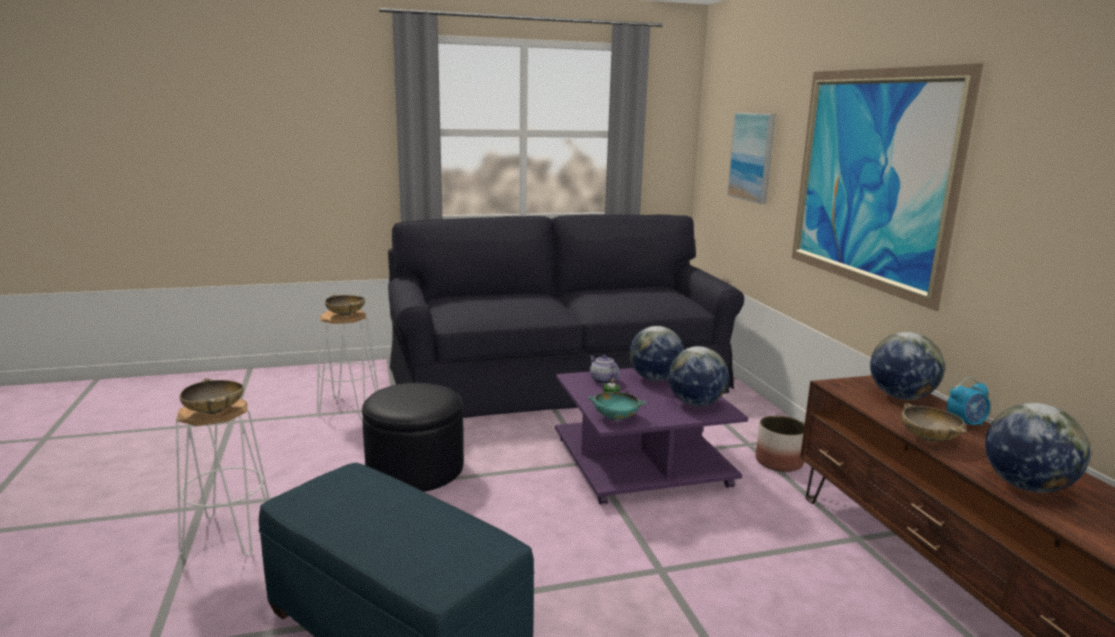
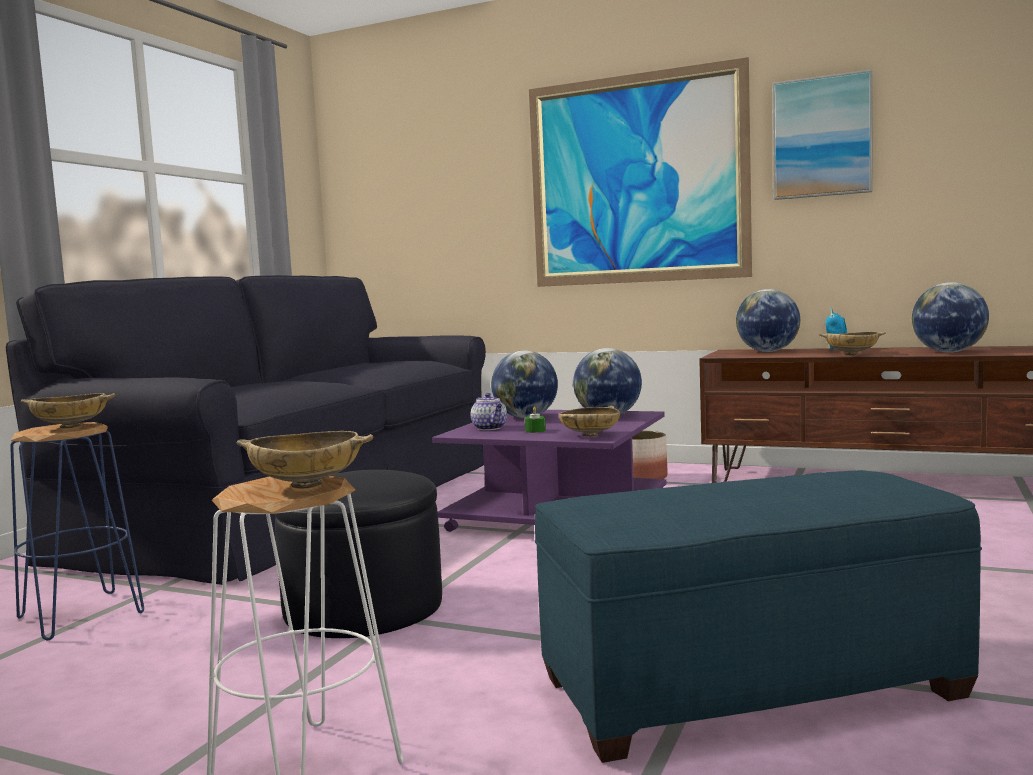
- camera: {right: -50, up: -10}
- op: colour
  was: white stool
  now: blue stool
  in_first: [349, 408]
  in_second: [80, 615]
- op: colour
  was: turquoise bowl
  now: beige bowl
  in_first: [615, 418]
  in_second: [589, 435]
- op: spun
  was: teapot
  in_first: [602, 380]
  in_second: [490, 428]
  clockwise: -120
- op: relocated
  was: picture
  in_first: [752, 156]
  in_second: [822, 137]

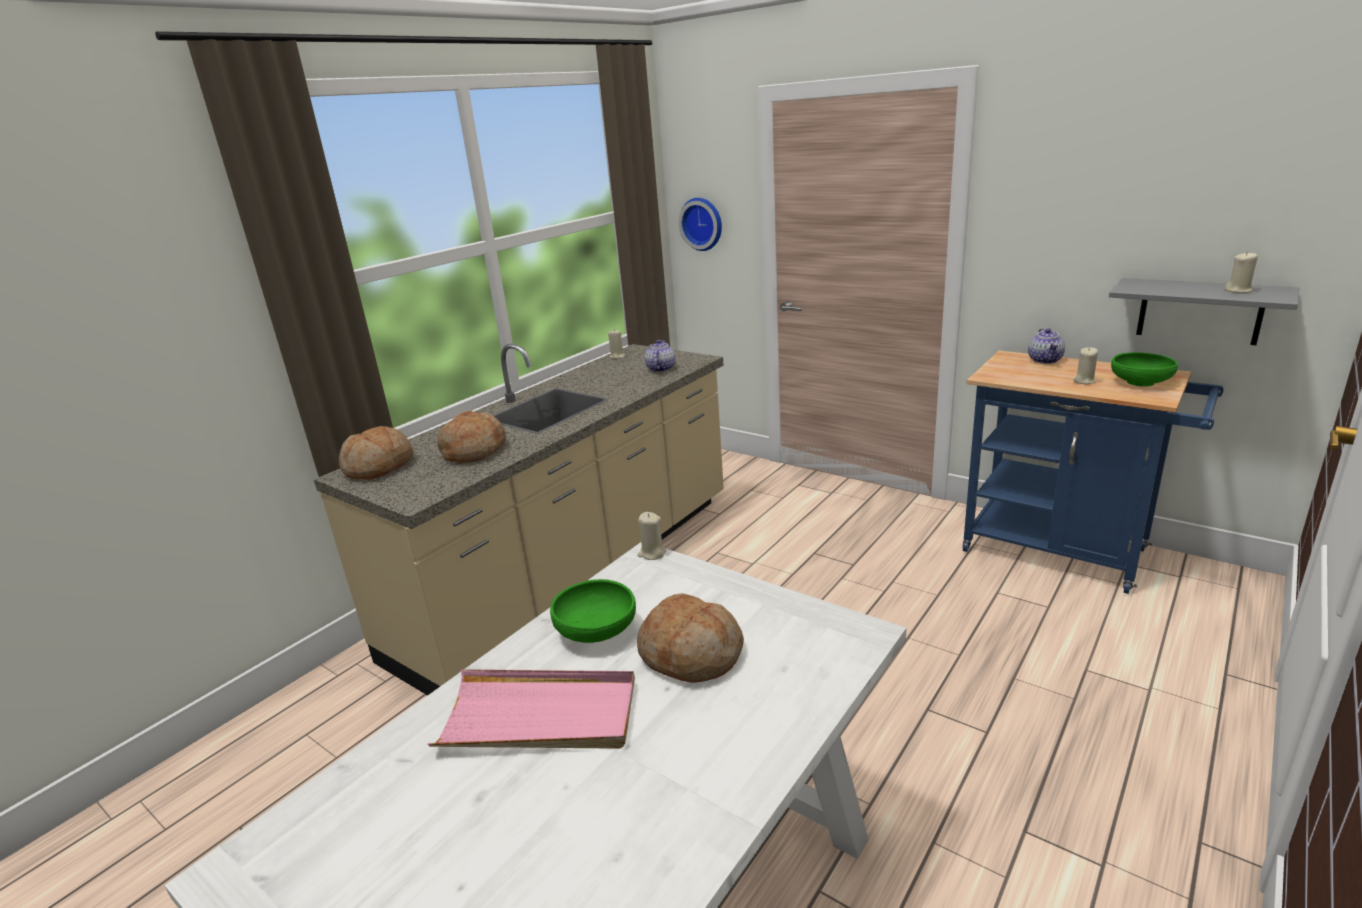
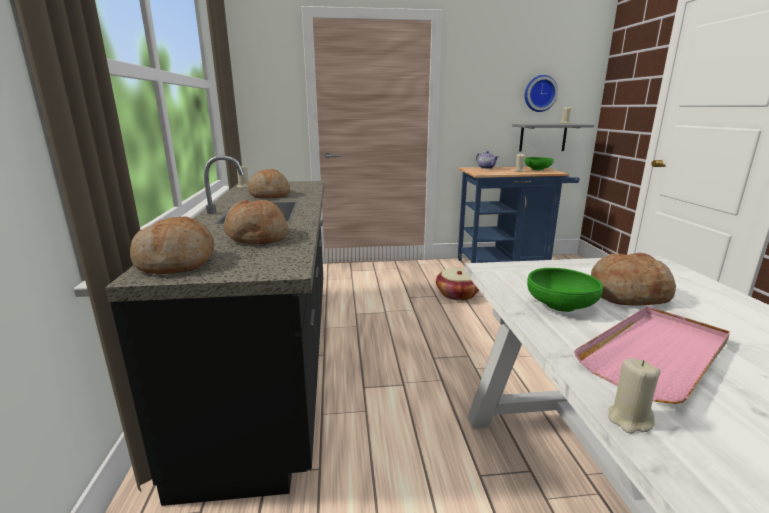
- camera: {right: -45, up: -5}
- op: colour
  was: beige counter
  now: black counter
  in_first: [574, 575]
  in_second: [275, 358]
- op: relocated
  was: beige candle
  in_first: [652, 553]
  in_second: [629, 420]
- op: missing
  was: teapot
  in_first: [660, 369]
- op: relocated
  was: wall clock
  in_first: [702, 223]
  in_second: [539, 93]
- op: appeared
  now: bread
  in_second: [270, 194]
- op: appeared
  now: basket
  in_second: [457, 294]

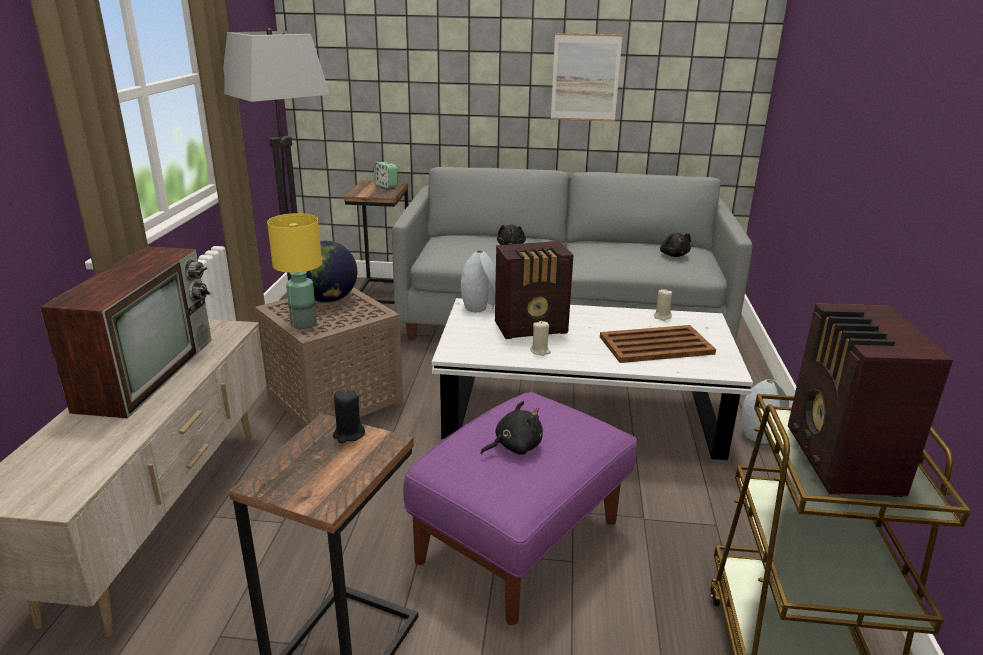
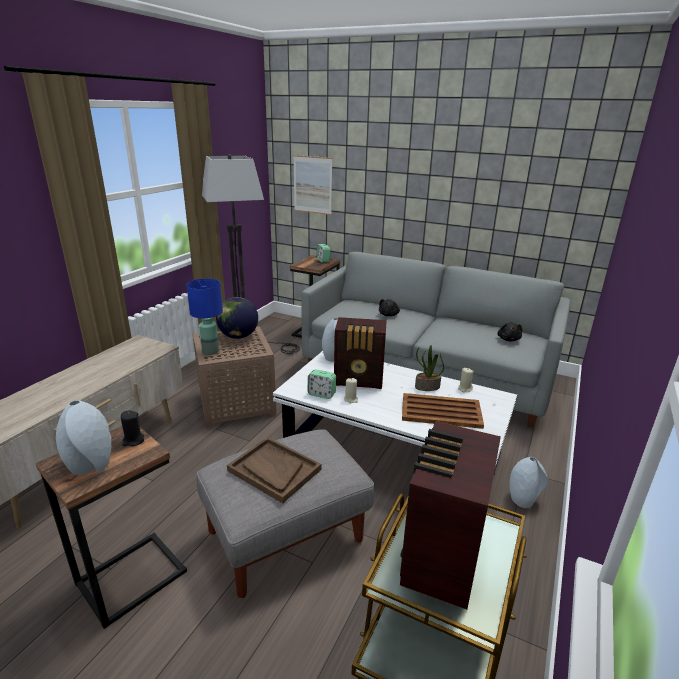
- camera: {right: 20, up: 0}
- op: missing
  was: television
  in_first: [148, 371]
- op: colour
  was: yellow table lamp
  now: blue table lamp
  in_first: [303, 324]
  in_second: [210, 351]
- op: colour
  was: purple ottoman
  now: grey ottoman
  in_first: [519, 543]
  in_second: [285, 537]
- op: exchanged
  was: black plush toy
  now: brown tray
  in_first: [514, 447]
  in_second: [274, 470]
- op: relocated
  was: picture
  in_first: [585, 77]
  in_second: [312, 185]
- op: appeared
  now: grey vase
  in_second: [91, 465]
- op: appeared
  now: alarm clock
  in_second: [321, 394]
- op: appeared
  now: potted plant
  in_second: [427, 387]

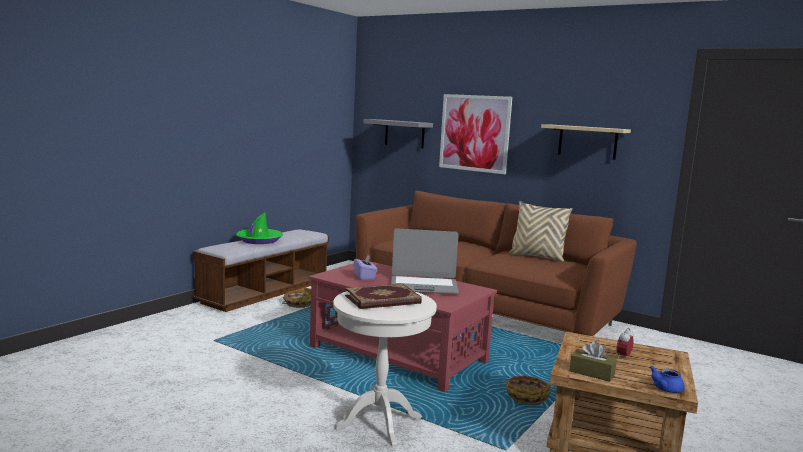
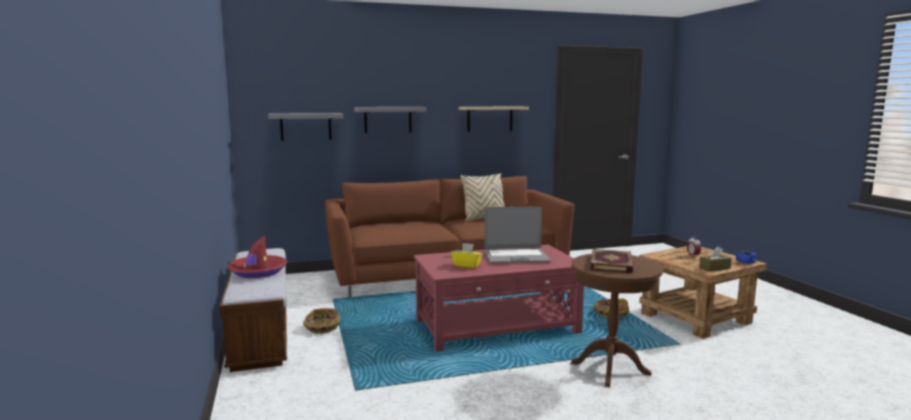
- camera: {right: -50, up: 0}
- op: colour
  was: green hat
  now: red hat
  in_first: [259, 240]
  in_second: [258, 271]
- op: colour
  was: white side table
  now: brown side table
  in_first: [379, 422]
  in_second: [610, 368]
- op: colour
  was: purple tissue box
  now: yellow tissue box
  in_first: [365, 277]
  in_second: [466, 265]
- op: spun
  was: laptop
  in_first: [423, 286]
  in_second: [516, 257]
  clockwise: 45
- op: exchanged
  was: picture
  now: grey shelf
  in_first: [474, 133]
  in_second: [388, 119]

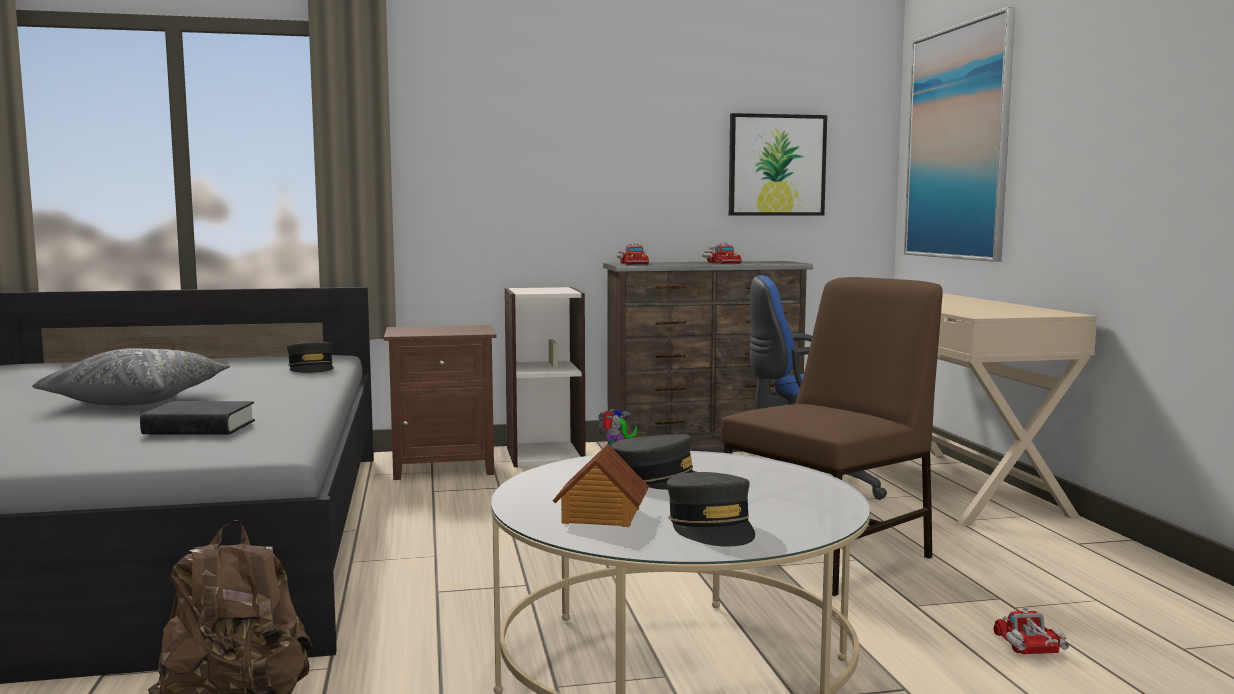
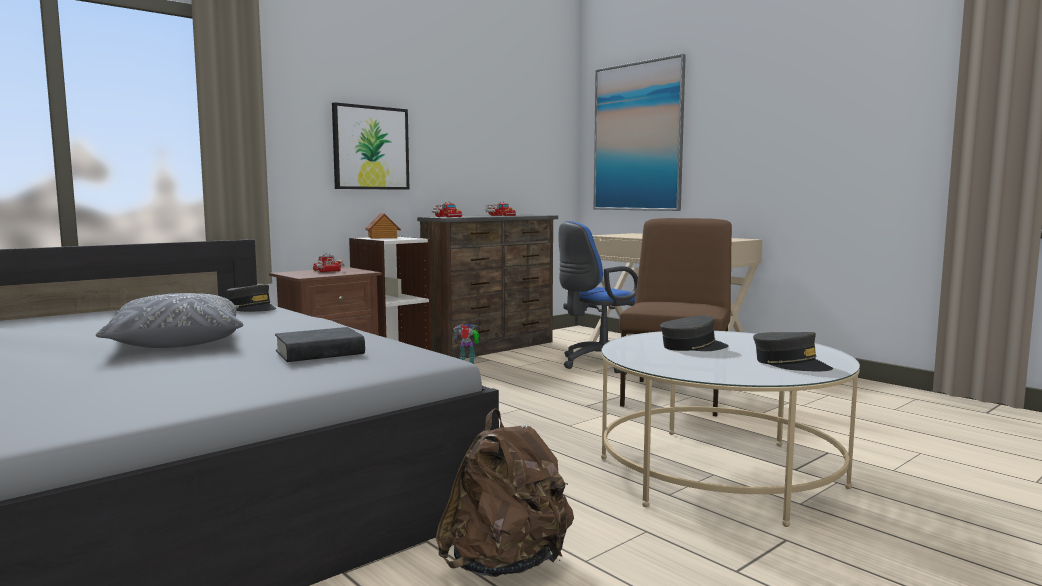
- camera: {right: -30, up: 0}
- op: relocated
  was: toy house
  in_first: [600, 516]
  in_second: [382, 237]
- op: relocated
  was: picture
  in_first: [776, 165]
  in_second: [370, 148]
- op: relocated
  was: toy truck
  in_first: [1031, 648]
  in_second: [329, 271]

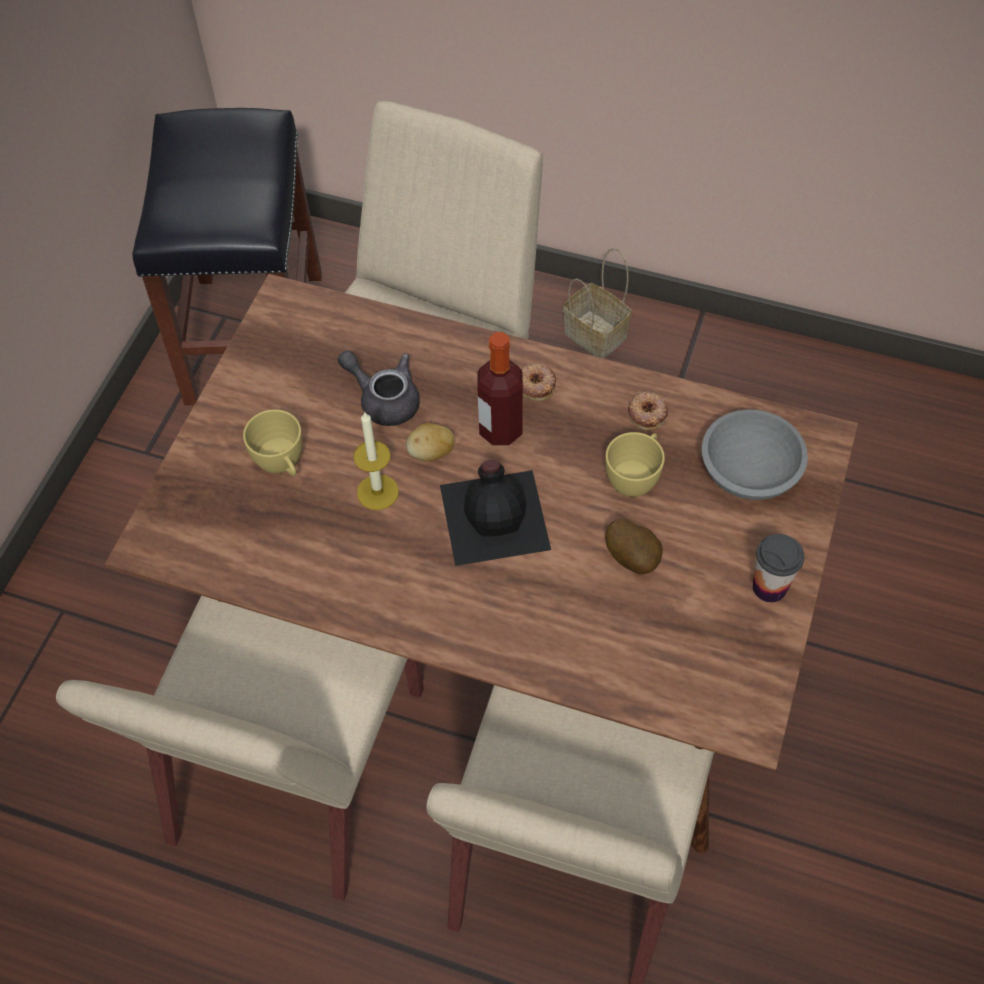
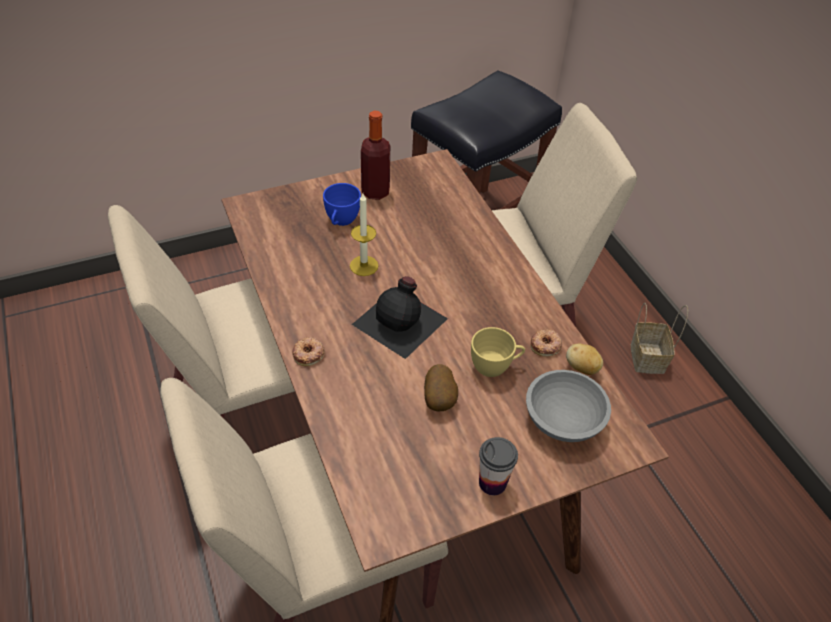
- camera: {right: 45, up: -10}
- op: colour
  was: yellow cup
  now: blue cup
  in_first: [282, 465]
  in_second: [341, 222]
- op: missing
  was: grey teapot
  in_first: [384, 399]
- op: relocated
  was: potato
  in_first: [431, 453]
  in_second: [582, 368]
- op: relocated
  was: bottle
  in_first: [500, 429]
  in_second: [375, 192]
- op: relocated
  was: donut
  in_first: [536, 384]
  in_second: [309, 354]

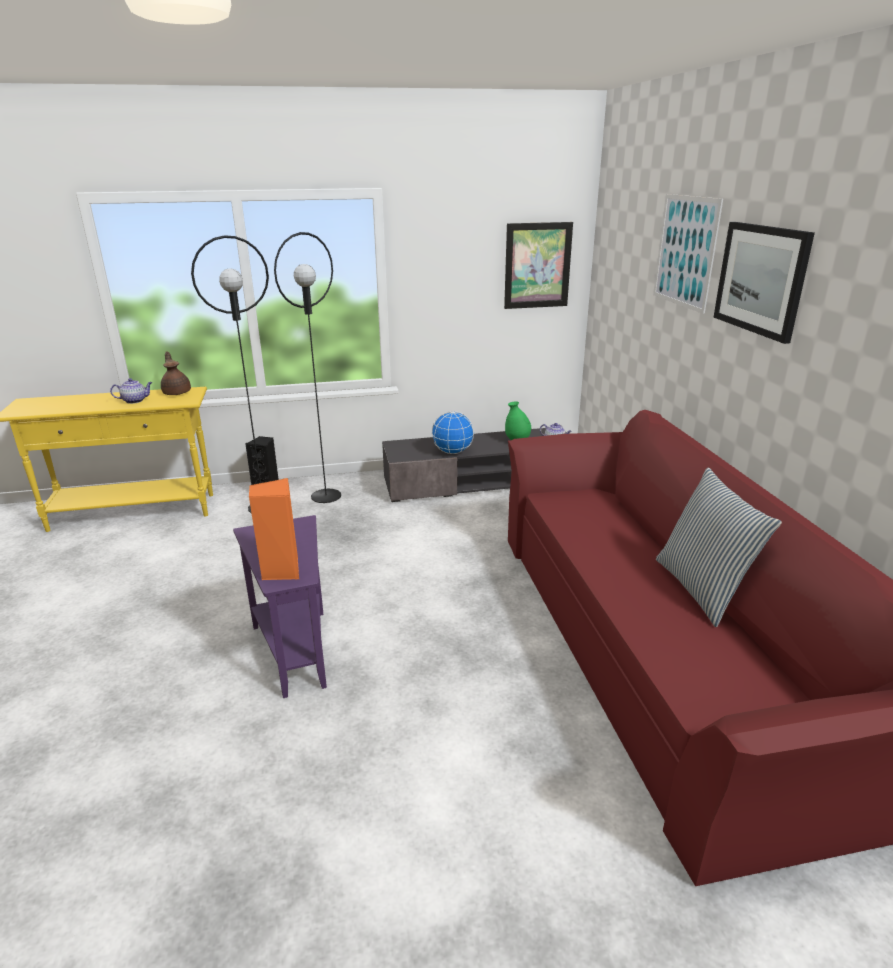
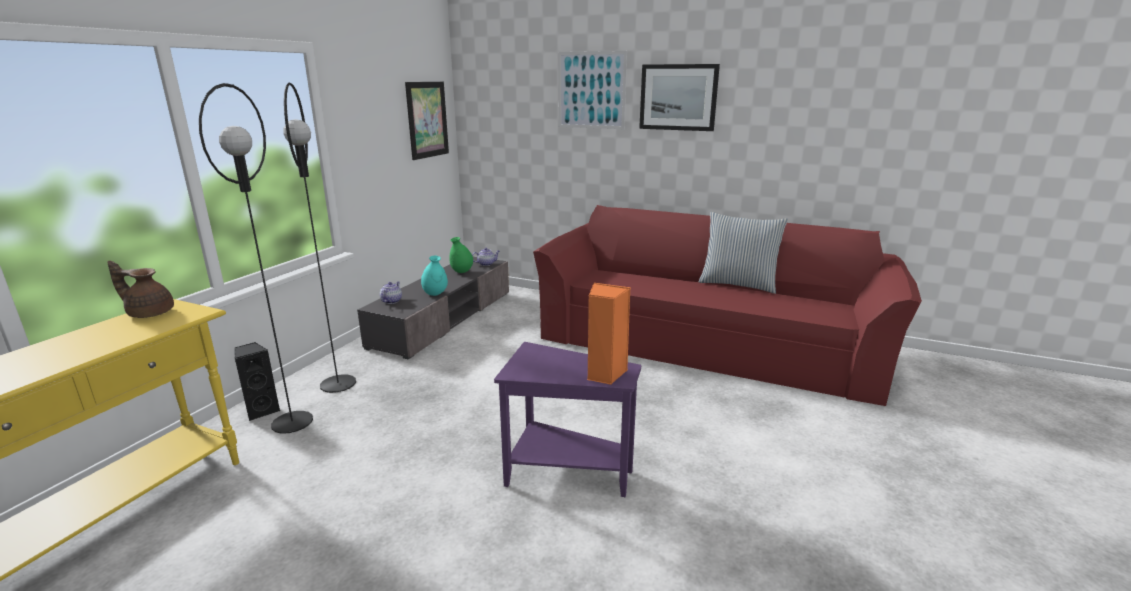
- camera: {right: -55, up: -5}
- op: relocated
  was: teapot
  in_first: [135, 401]
  in_second: [391, 301]
- op: exchanged
  was: globe
  now: turquoise vase
  in_first: [452, 452]
  in_second: [435, 294]

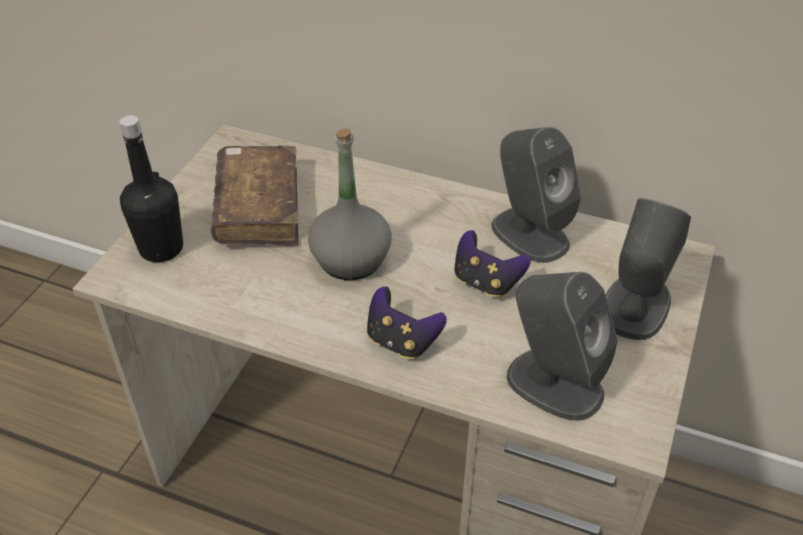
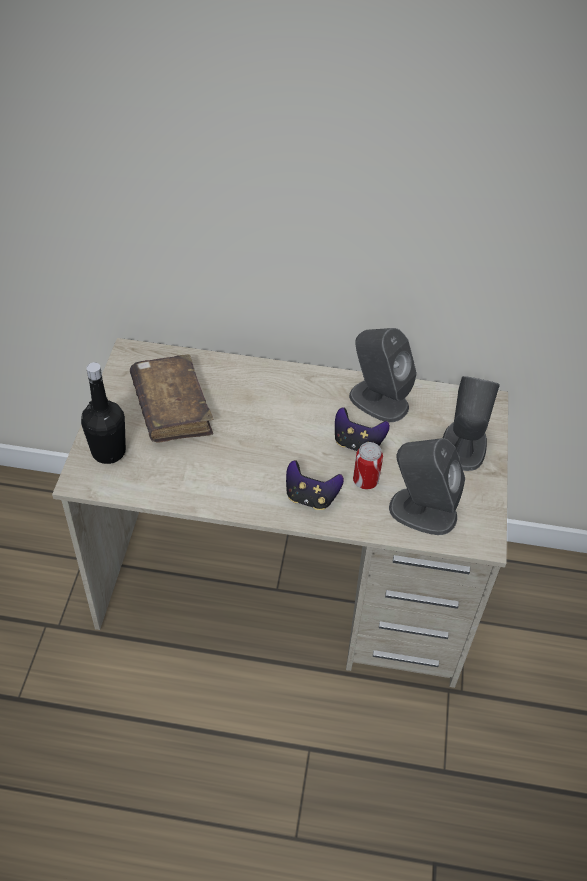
- camera: {right: -15, up: 5}
- op: missing
  was: grey bottle
  in_first: [350, 259]
- op: appeared
  now: can
  in_second: [365, 481]

